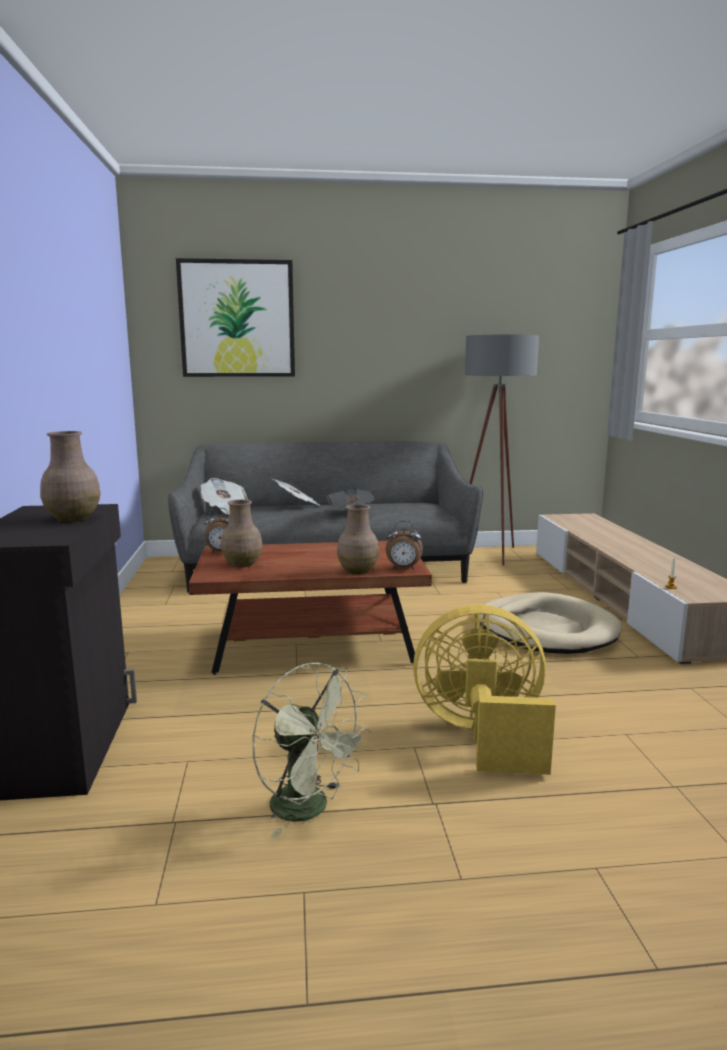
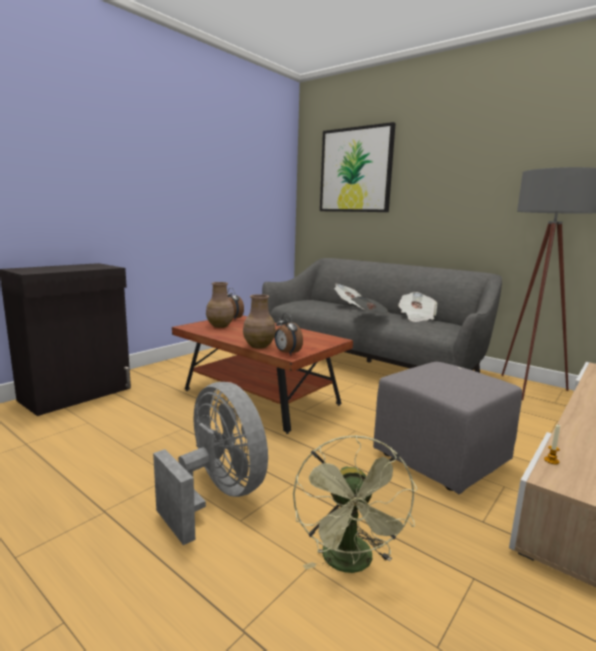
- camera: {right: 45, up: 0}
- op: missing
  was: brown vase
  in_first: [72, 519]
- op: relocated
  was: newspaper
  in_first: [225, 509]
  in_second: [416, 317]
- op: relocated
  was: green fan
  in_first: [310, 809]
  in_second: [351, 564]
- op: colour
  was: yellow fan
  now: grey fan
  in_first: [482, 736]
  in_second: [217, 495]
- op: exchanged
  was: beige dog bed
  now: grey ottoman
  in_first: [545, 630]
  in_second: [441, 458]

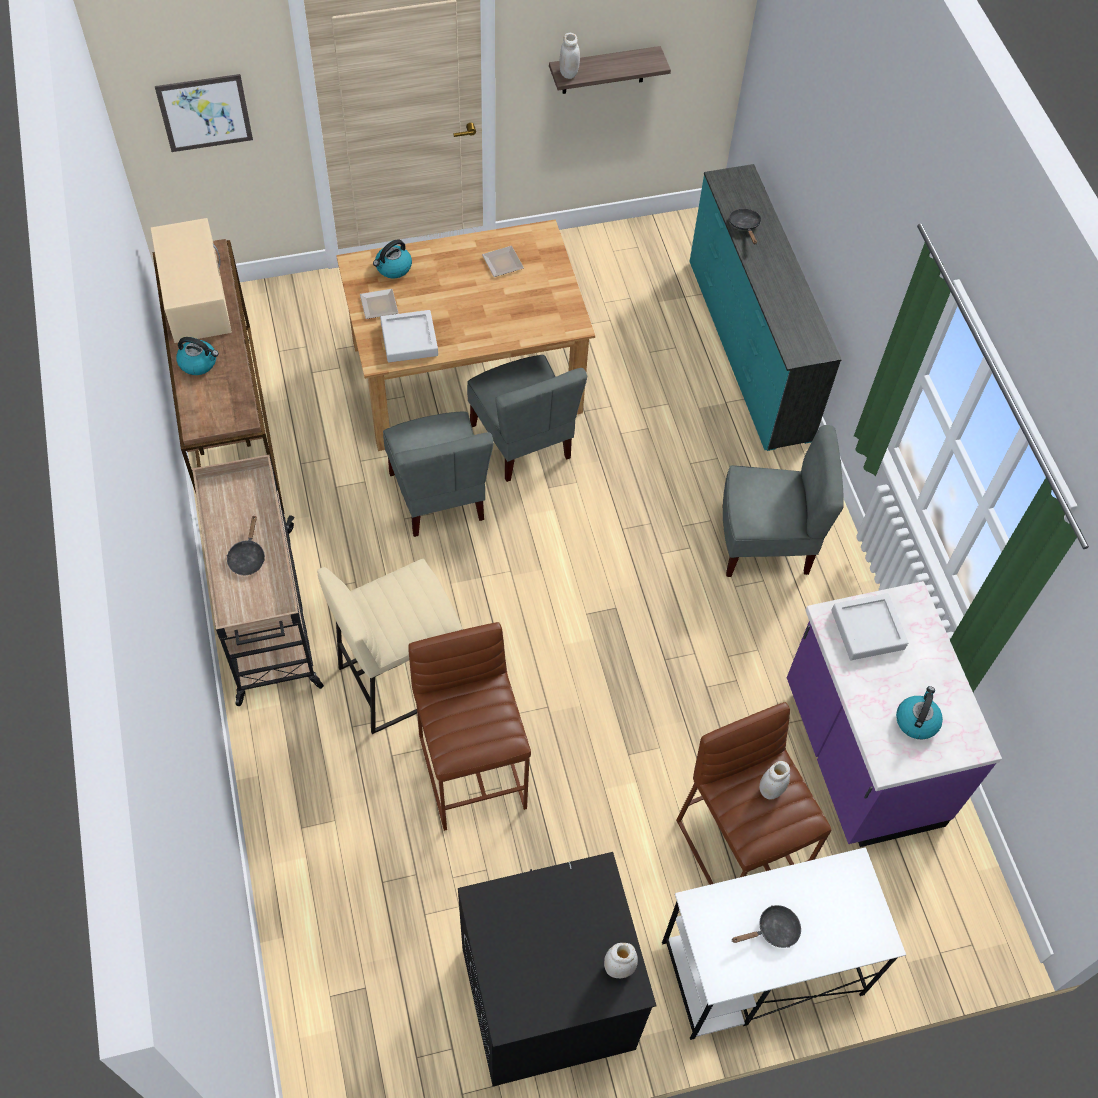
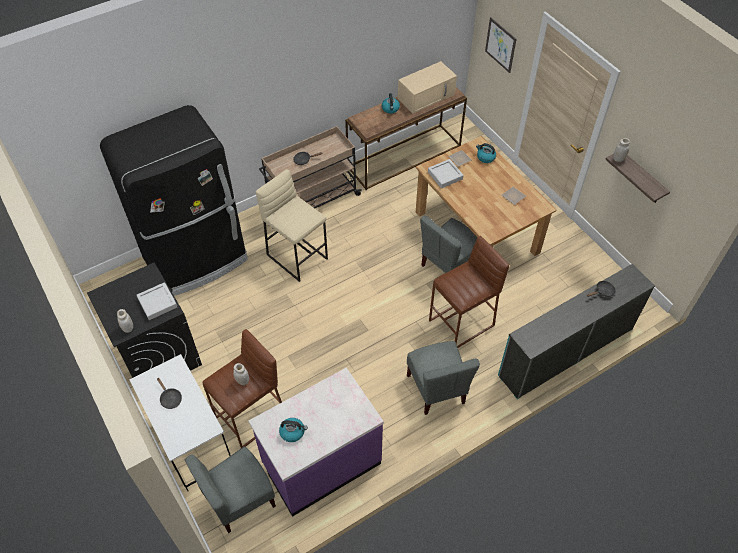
- camera: {right: 75, up: -5}
- op: relocated
  was: grey chair
  in_first: [439, 496]
  in_second: [239, 500]
- op: relocated
  was: brown stool
  in_first: [473, 770]
  in_second: [462, 323]
- op: relocated
  was: grey tray
  in_first: [867, 630]
  in_second: [157, 303]
- op: appeared
  now: black fridge
  in_second: [196, 259]

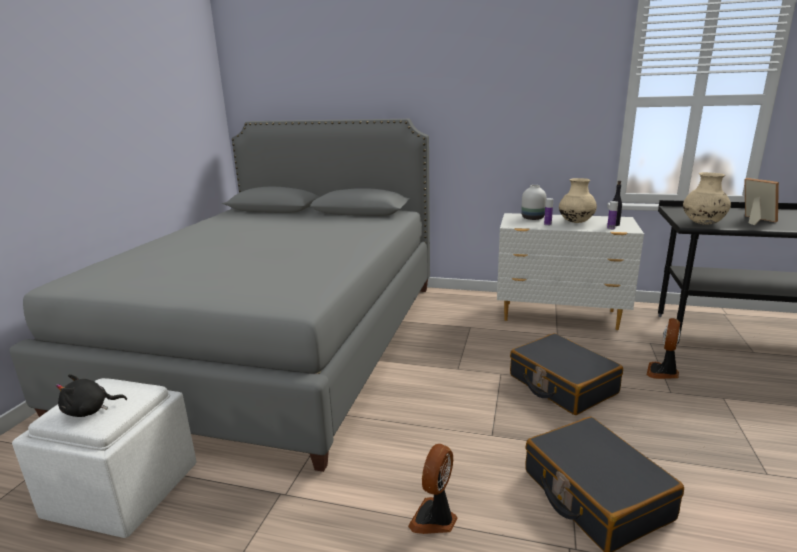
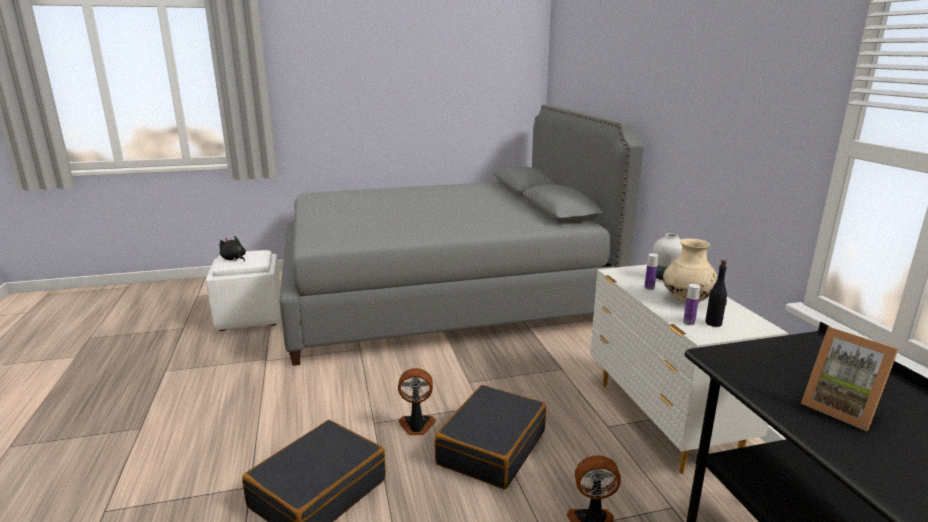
- camera: {right: 60, up: 0}
- op: relocated
  was: fan
  in_first: [435, 519]
  in_second: [416, 426]
- op: missing
  was: beige vase
  in_first: [703, 223]
- op: spun
  was: picture frame
  in_first: [754, 220]
  in_second: [841, 409]
  clockwise: 105

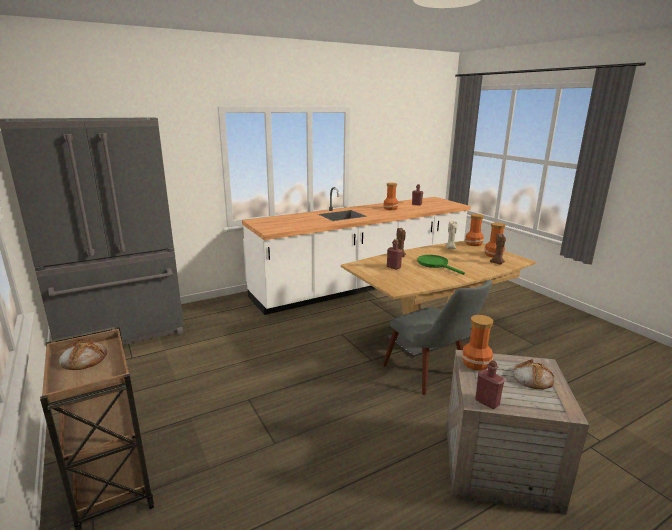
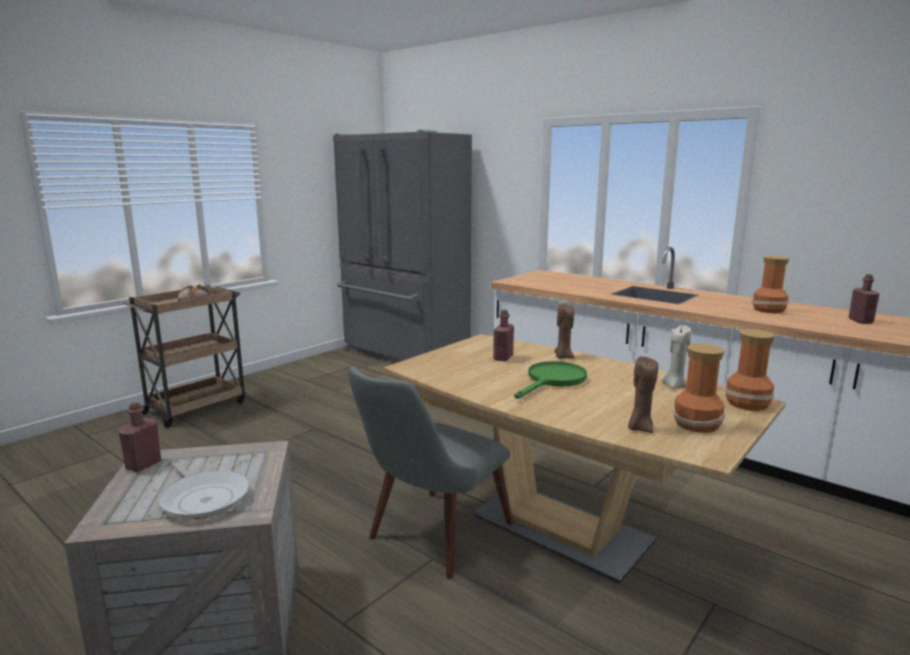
- camera: {right: 70, up: -5}
- op: missing
  was: vase
  in_first: [475, 364]
- op: exchanged
  was: bread
  now: frying pan
  in_first: [532, 378]
  in_second: [204, 498]

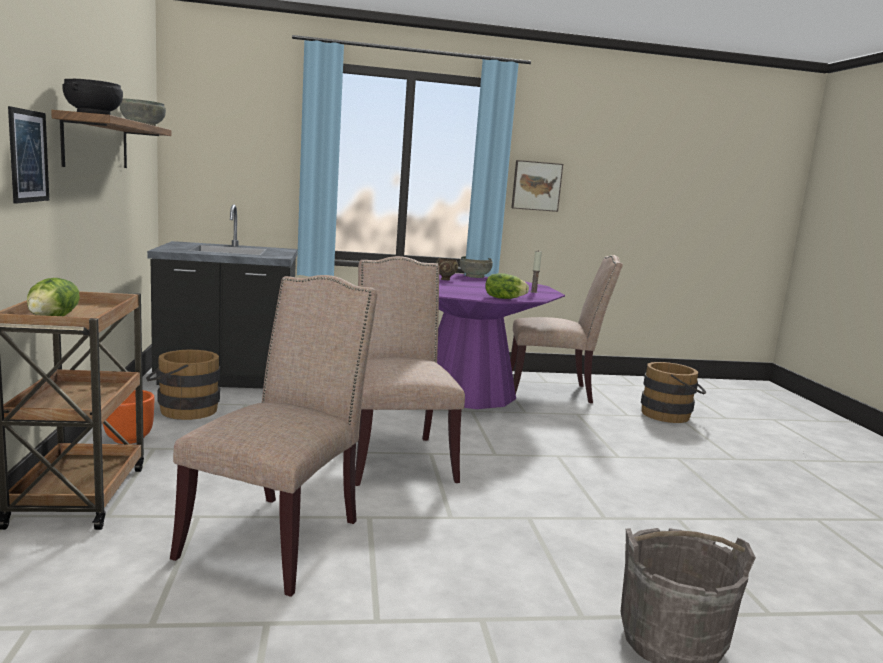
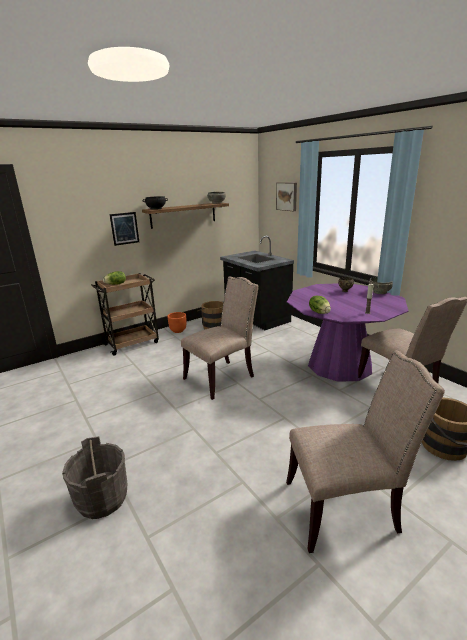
- camera: {right: 65, up: 10}
- op: relocated
  was: beige chair
  in_first: [279, 536]
  in_second: [345, 507]
- op: relocated
  was: picture
  in_first: [536, 186]
  in_second: [287, 196]

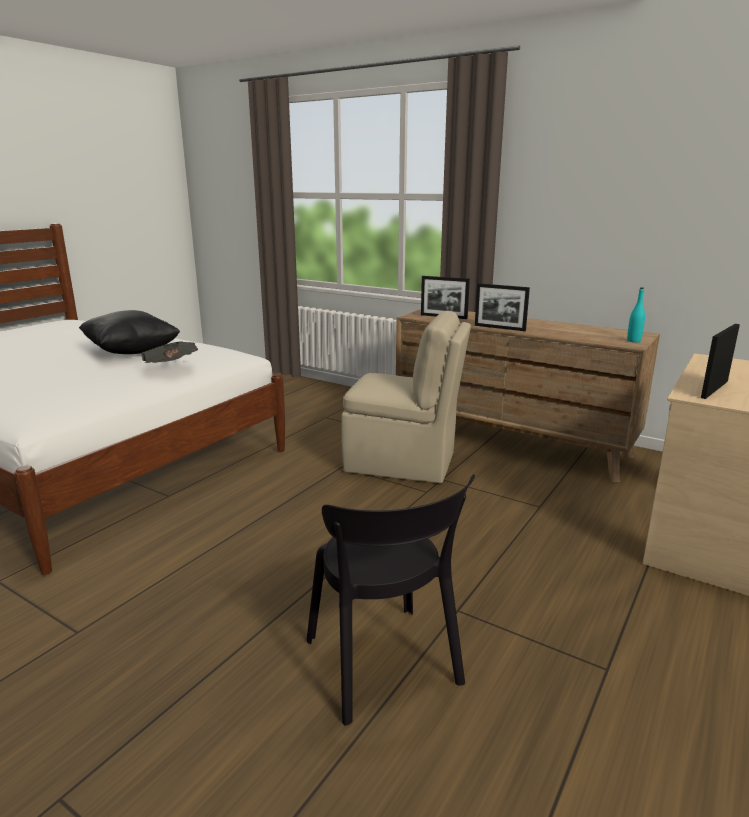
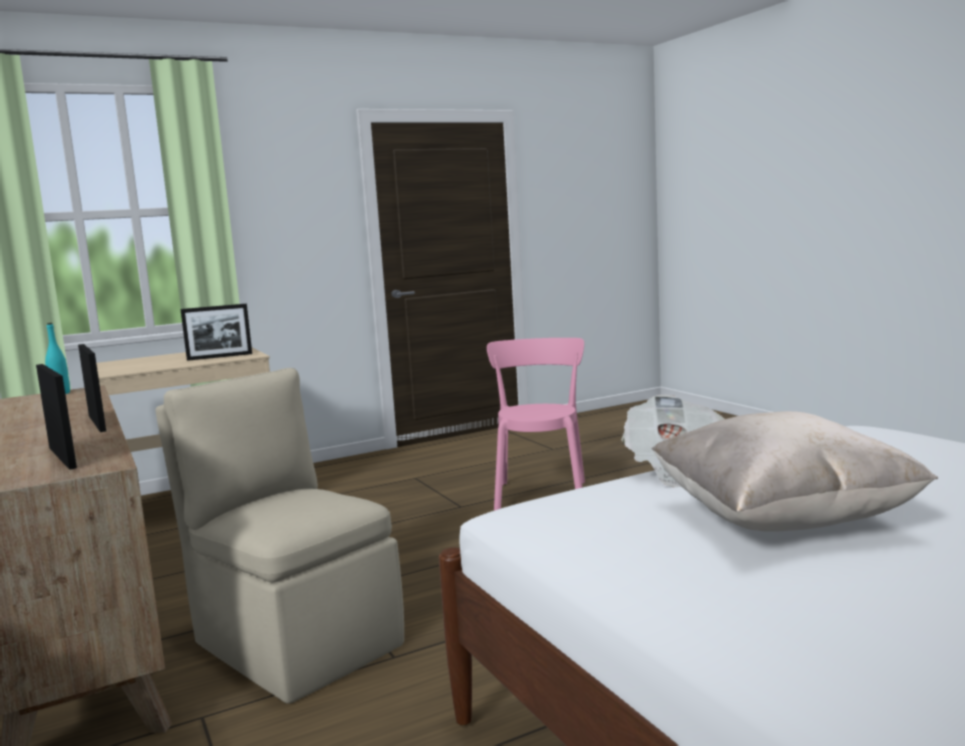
- camera: {right: -150, up: -10}
- op: colour
  was: black pillow
  now: beige pillow
  in_first: [132, 352]
  in_second: [781, 520]
- op: colour
  was: black chair
  now: pink chair
  in_first: [384, 666]
  in_second: [541, 494]

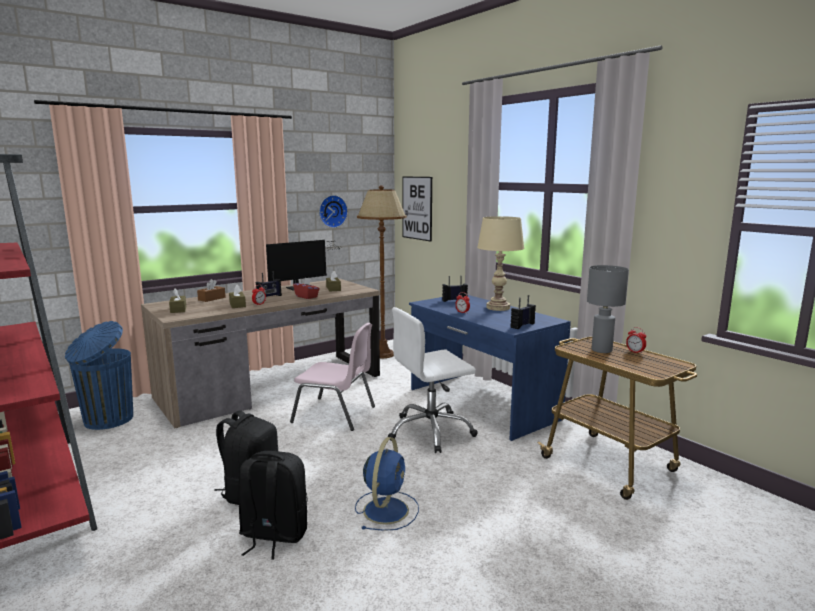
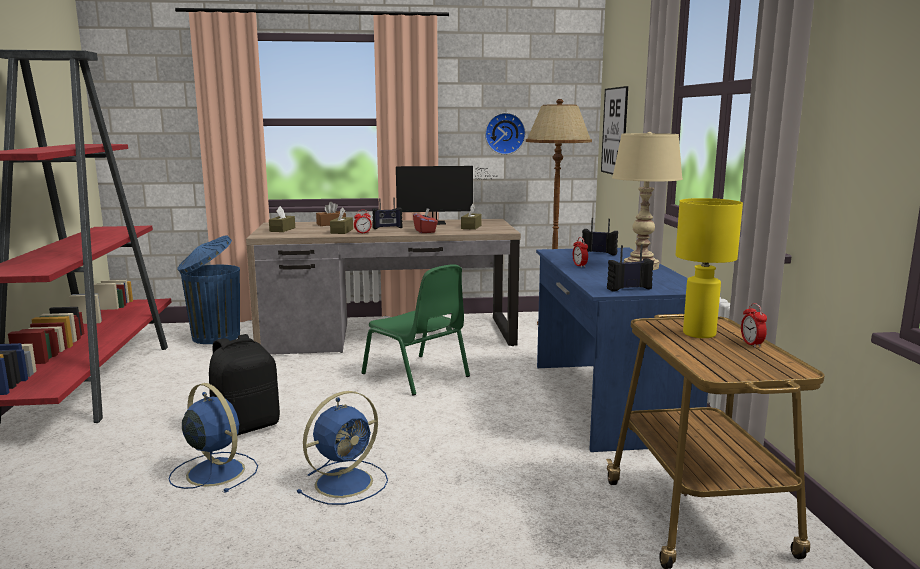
- camera: {right: 30, up: 0}
- op: exchanged
  was: black backpack
  now: blue fan
  in_first: [273, 535]
  in_second: [214, 471]
- op: colour
  was: pink chair
  now: green chair
  in_first: [335, 414]
  in_second: [417, 375]
- op: missing
  was: white office chair
  in_first: [431, 431]
- op: colour
  was: grey table lamp
  now: yellow table lamp
  in_first: [602, 350]
  in_second: [699, 334]

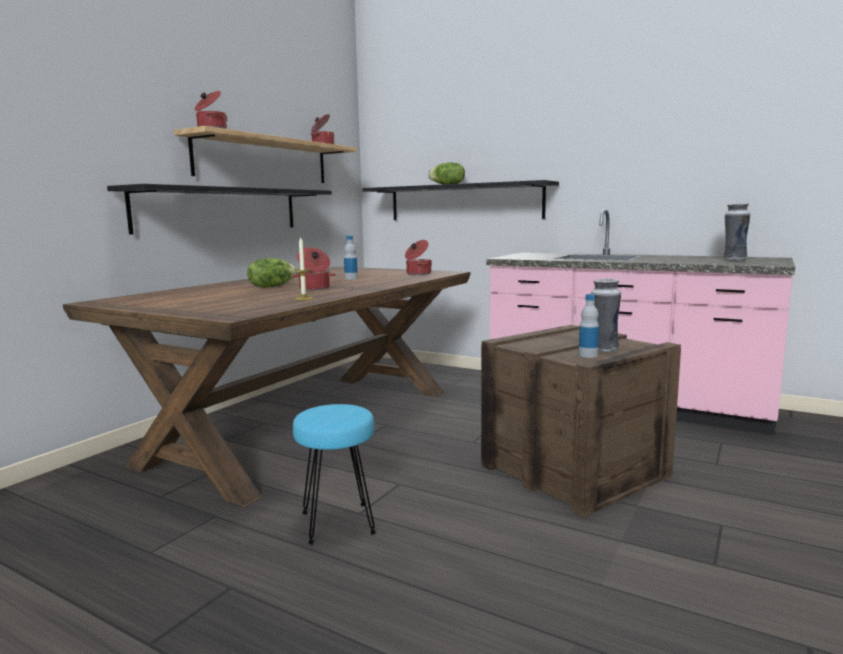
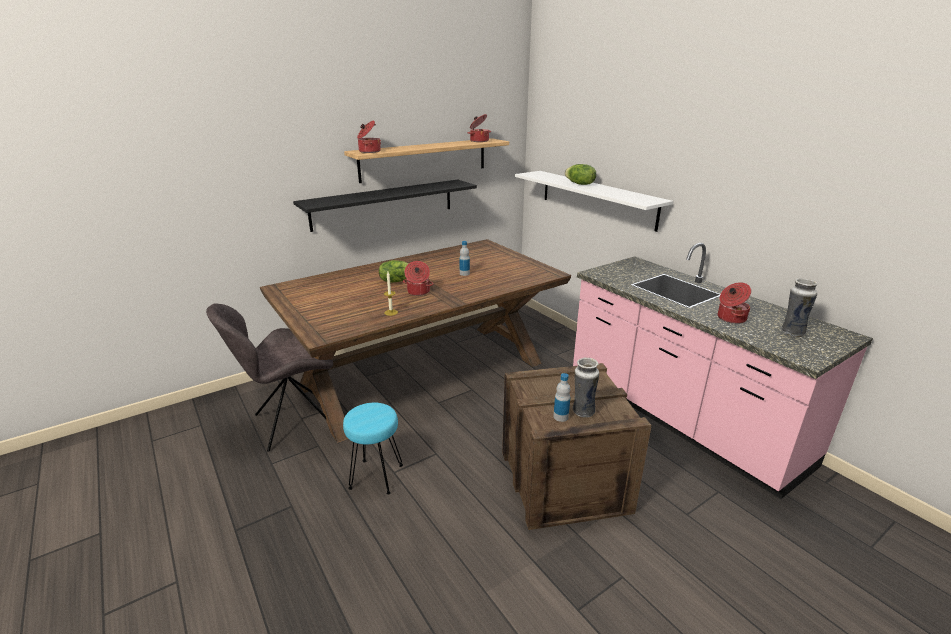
- camera: {right: 25, up: 15}
- op: colour
  was: black shelf
  now: white shelf
  in_first: [464, 202]
  in_second: [596, 199]
- op: relocated
  was: cooking pot
  in_first: [418, 274]
  in_second: [730, 318]
- op: appeared
  now: grey chair
  in_second: [291, 423]

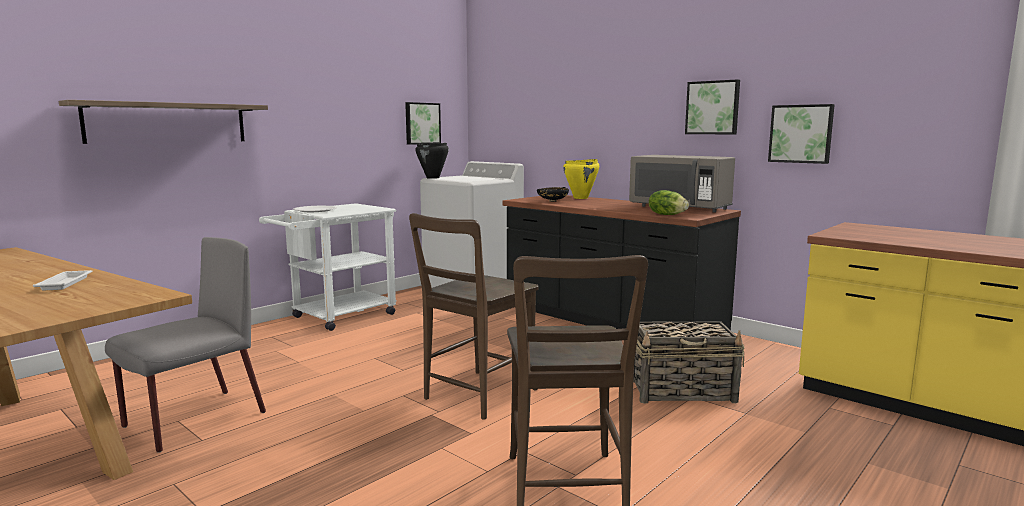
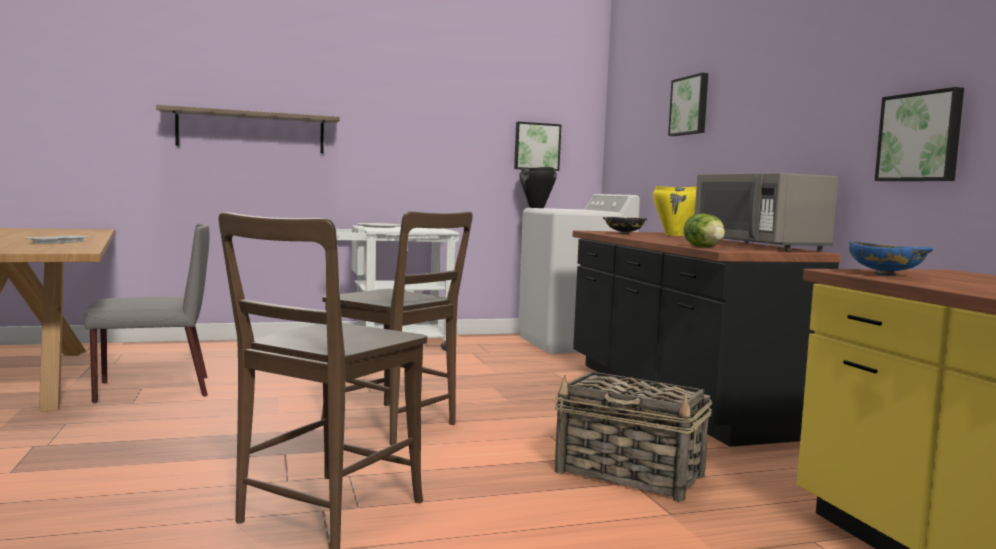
- camera: {right: 30, up: -5}
- op: spun
  was: brown chair
  in_first: [476, 396]
  in_second: [394, 425]
  clockwise: -120
- op: relocated
  was: picture
  in_first: [713, 107]
  in_second: [690, 106]
- op: appeared
  now: blue bowl
  in_second: [885, 274]

